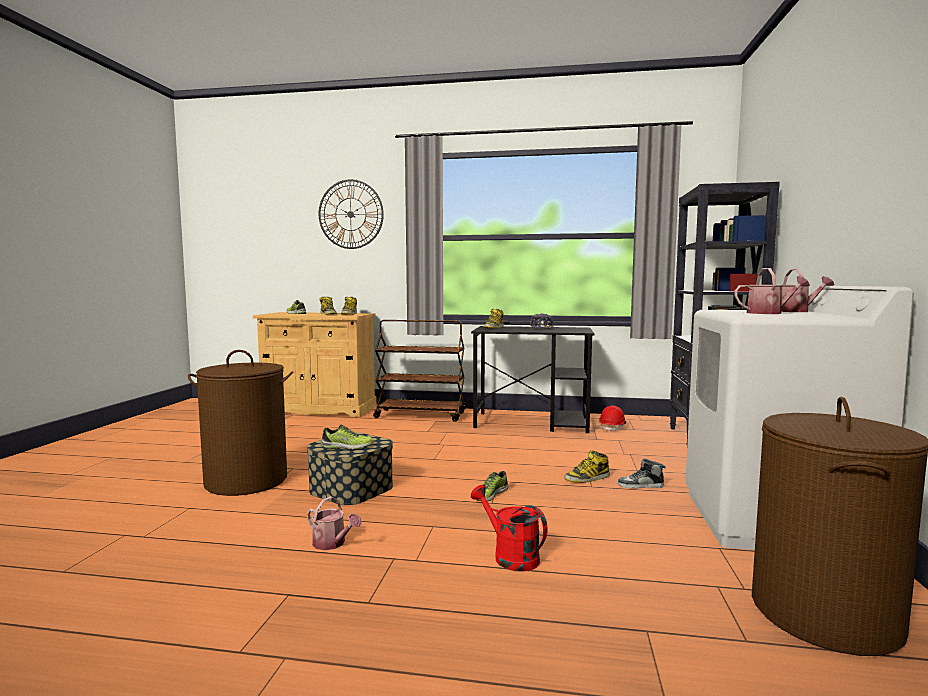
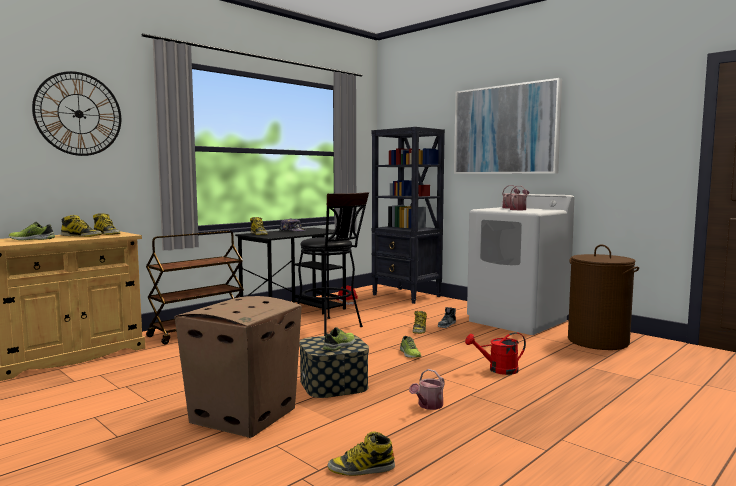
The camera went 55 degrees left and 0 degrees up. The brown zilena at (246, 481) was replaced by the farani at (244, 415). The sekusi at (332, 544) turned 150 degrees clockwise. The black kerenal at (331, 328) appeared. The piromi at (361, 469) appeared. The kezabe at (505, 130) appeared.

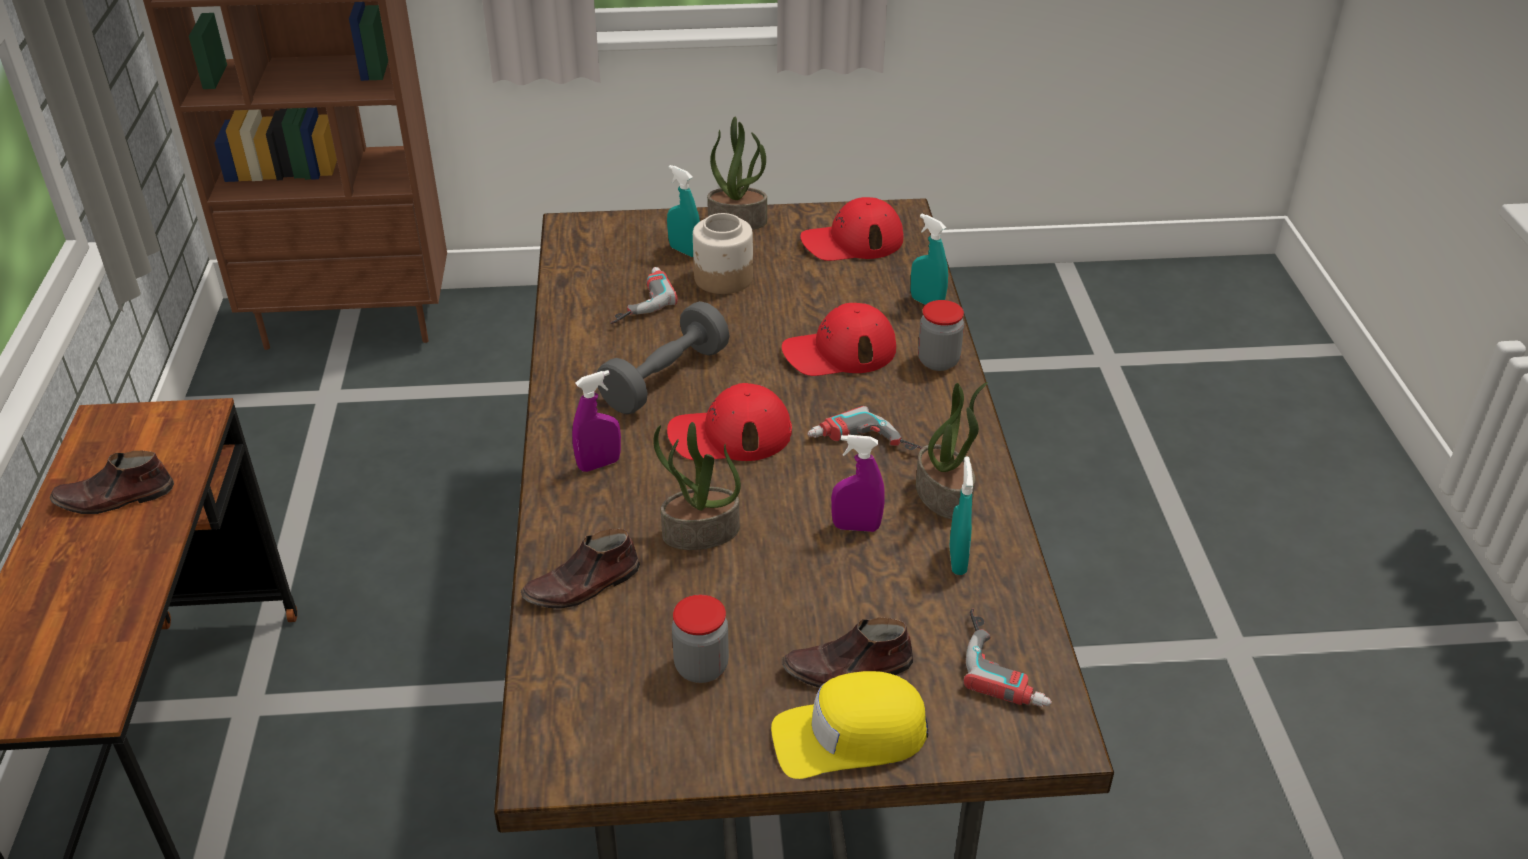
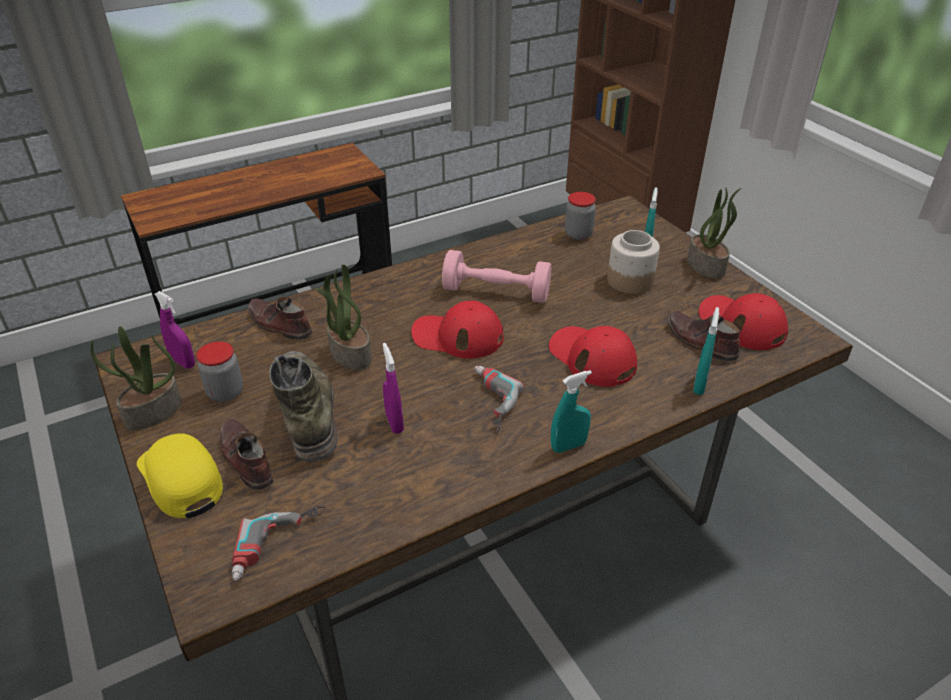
The camera went 65 degrees right and 0 degrees up. The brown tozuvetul moved from (115, 498) to (700, 342). The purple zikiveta moved from (599, 464) to (183, 362). The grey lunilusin at (665, 378) became the pink lunilusin at (496, 292). The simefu at (636, 300) disappeared. The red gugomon at (729, 434) turned 45 degrees counterclockwise. The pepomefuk moved from (945, 496) to (153, 413). The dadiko moved from (938, 361) to (578, 234). The turquoise zikiveta moved from (957, 560) to (568, 446). The green piromi at (306, 410) appeared.

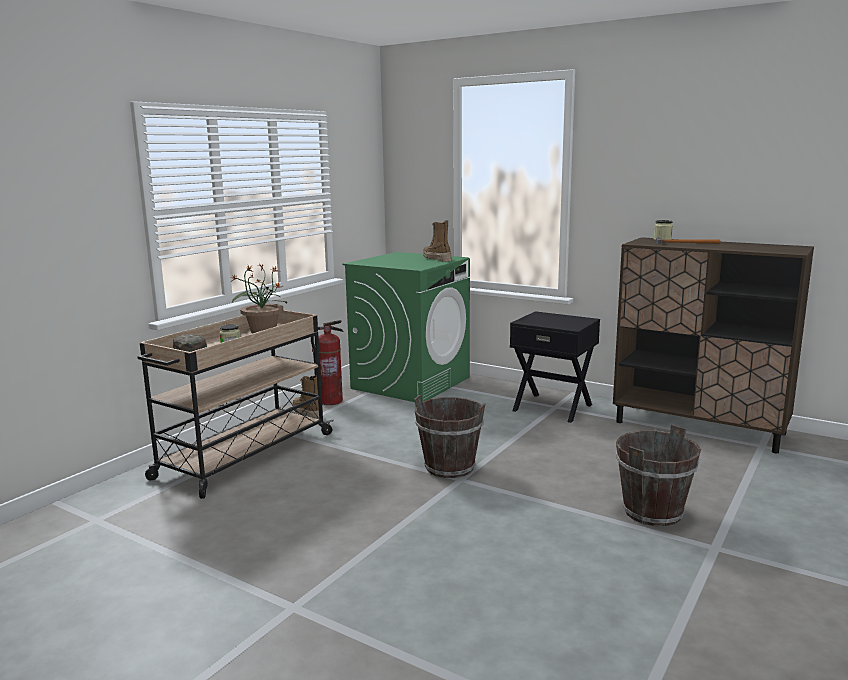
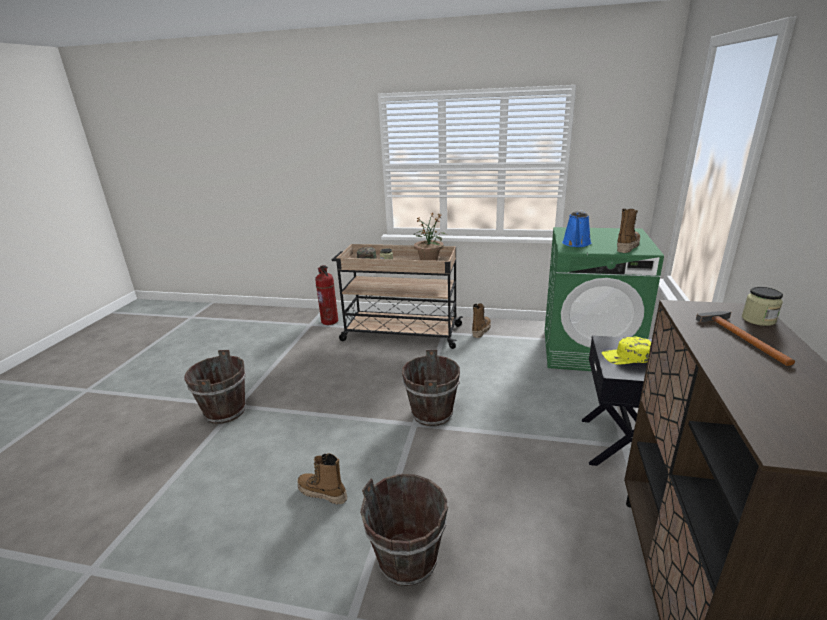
The camera went 70 degrees right and 10 degrees up. The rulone moved from (331, 401) to (329, 321). The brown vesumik at (225, 411) appeared. The piromi at (322, 493) appeared. The blue sekusi at (576, 244) appeared. The yellow gugomon at (627, 356) appeared.

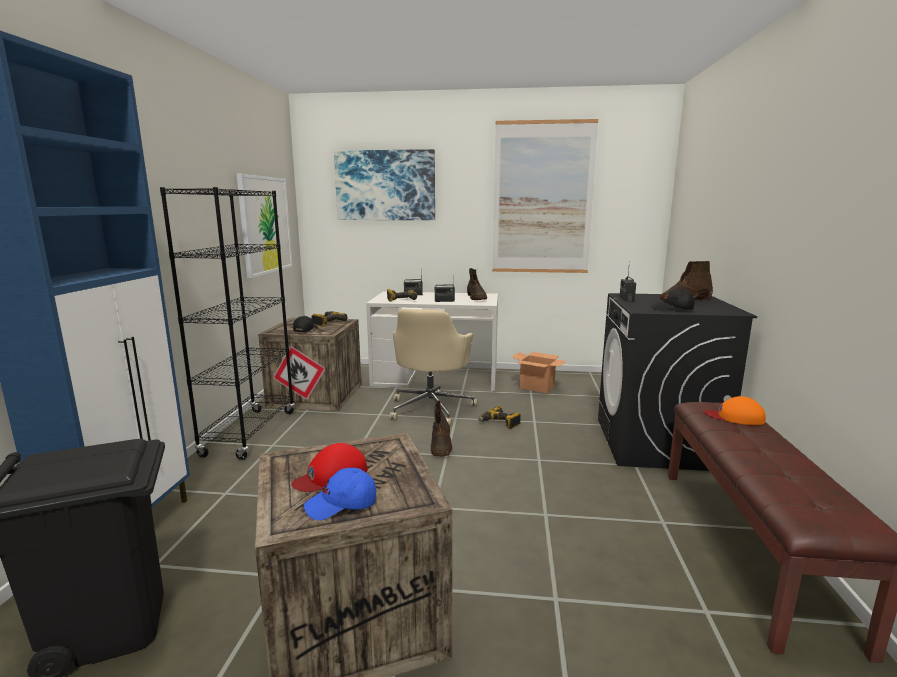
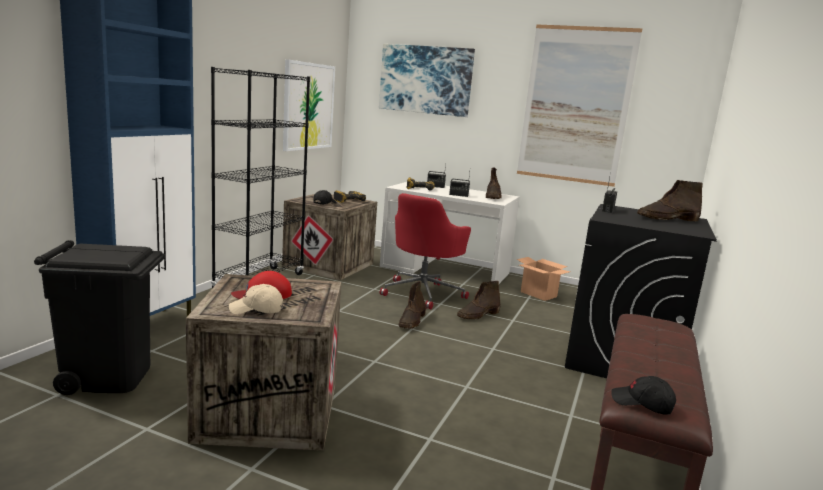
The camera went 15 degrees right and 0 degrees up. The blue gugomon at (342, 505) became the beige gugomon at (256, 310). The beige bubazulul at (431, 408) became the red bubazulul at (423, 293). The simefu at (499, 423) was replaced by the brown piromi at (478, 315). The black gugomon moved from (672, 309) to (642, 404). The orange gugomon at (735, 417) disappeared.

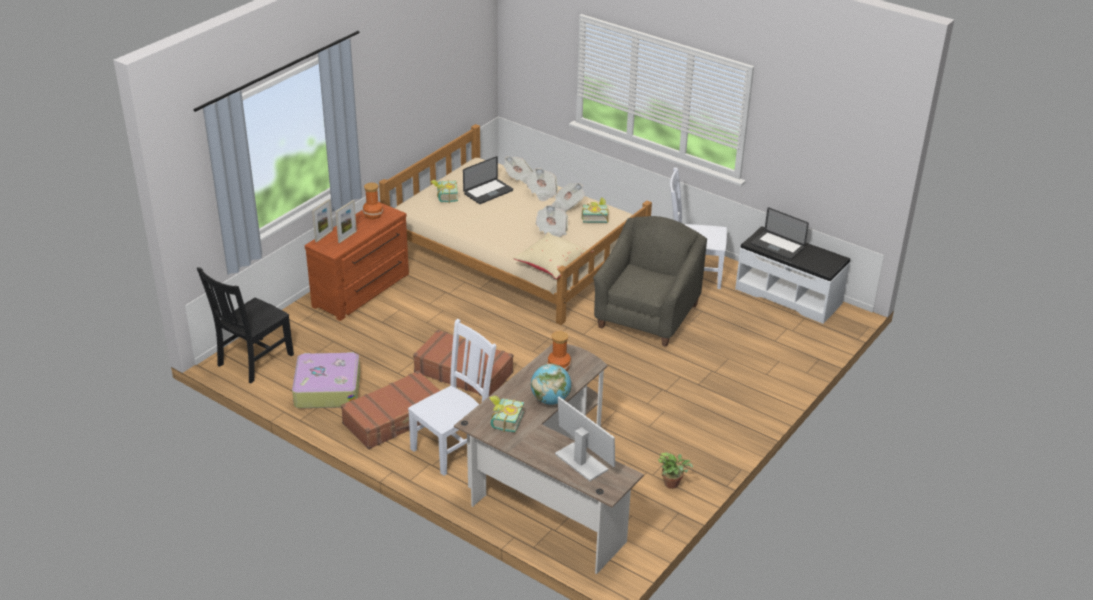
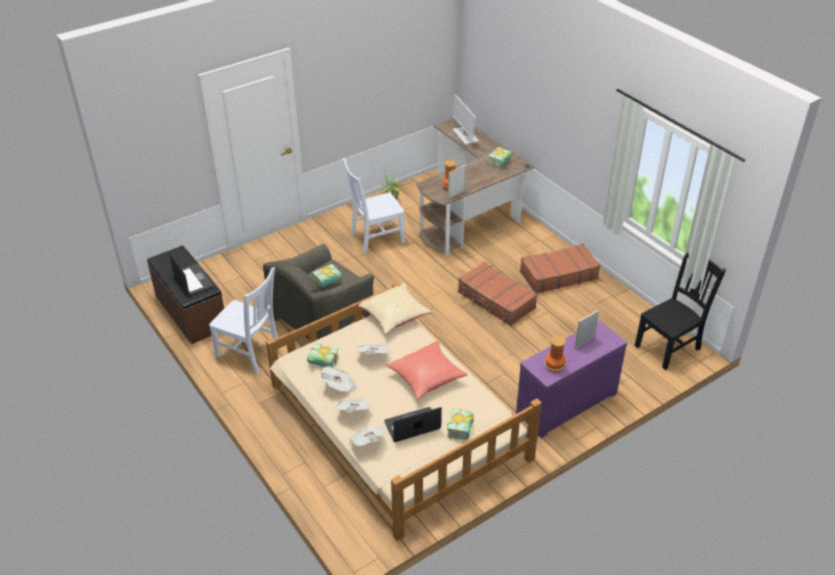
The camera went 160 degrees left and 5 degrees up. The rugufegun at (327, 388) disappeared. The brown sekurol at (363, 291) became the purple sekurol at (565, 402). The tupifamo moved from (324, 236) to (456, 194). The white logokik moved from (453, 447) to (375, 238). The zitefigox at (550, 400) disappeared. The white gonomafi at (788, 296) became the brown gonomafi at (190, 312). The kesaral at (329, 283) appeared. The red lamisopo at (427, 378) appeared.

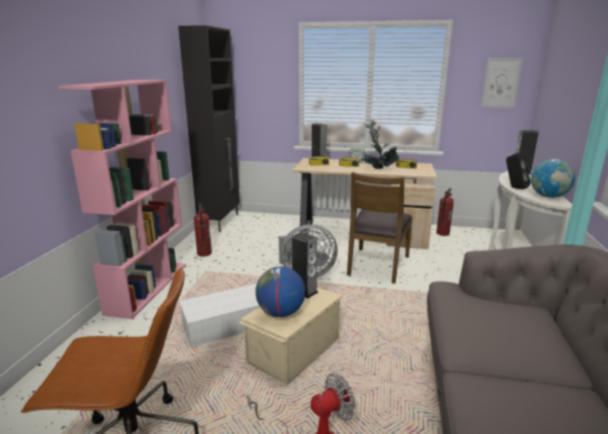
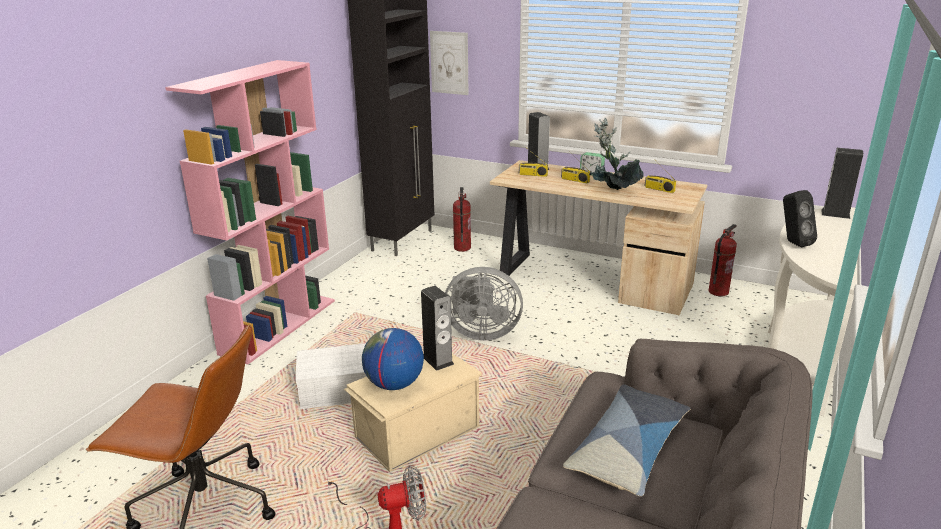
The camera went 15 degrees right and 5 degrees up. The rulone moved from (204, 253) to (462, 248). The brown logokik at (377, 265) disappeared. The kezabe moved from (501, 83) to (449, 63). The zitefigox at (548, 196) disappeared. The lamisopo at (629, 449) appeared.

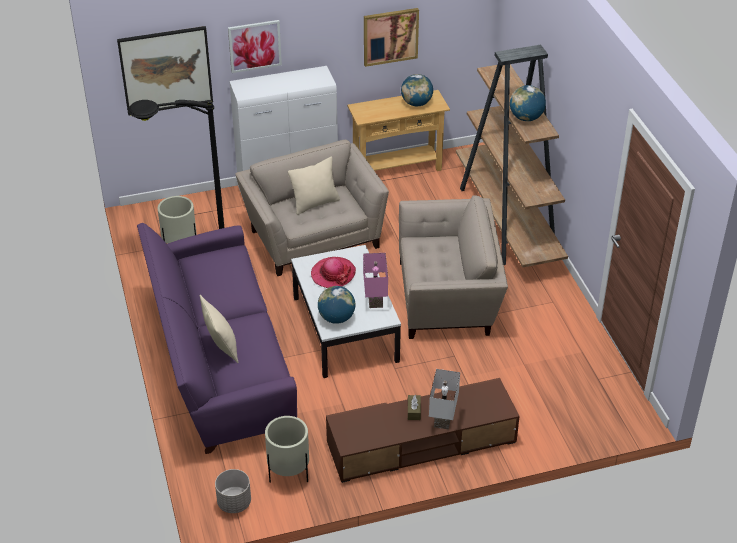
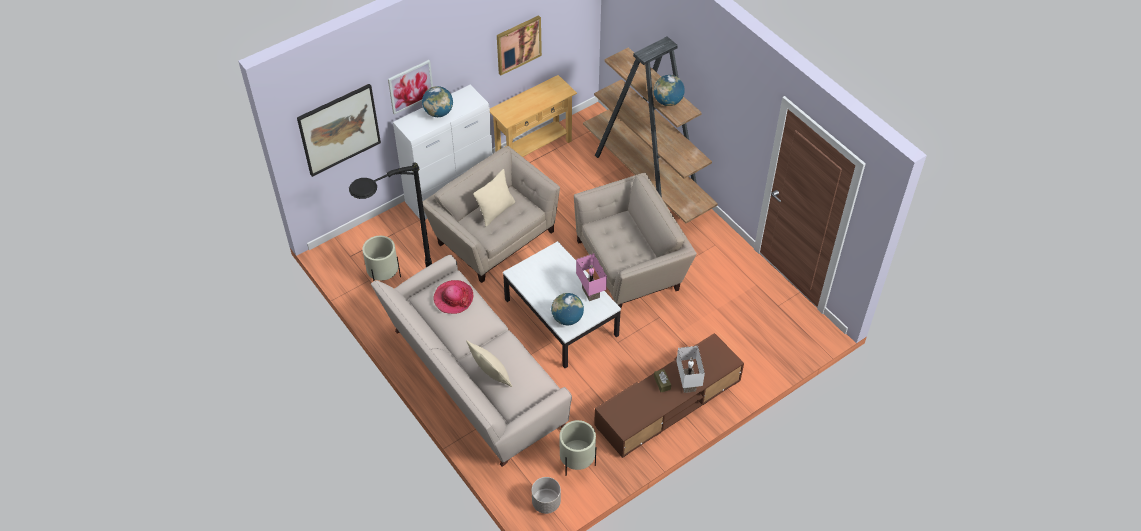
The camera went 20 degrees left and 10 degrees up. The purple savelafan at (219, 364) became the beige savelafan at (473, 380). The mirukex moved from (333, 274) to (453, 298). The zitefigox moved from (416, 103) to (438, 113).

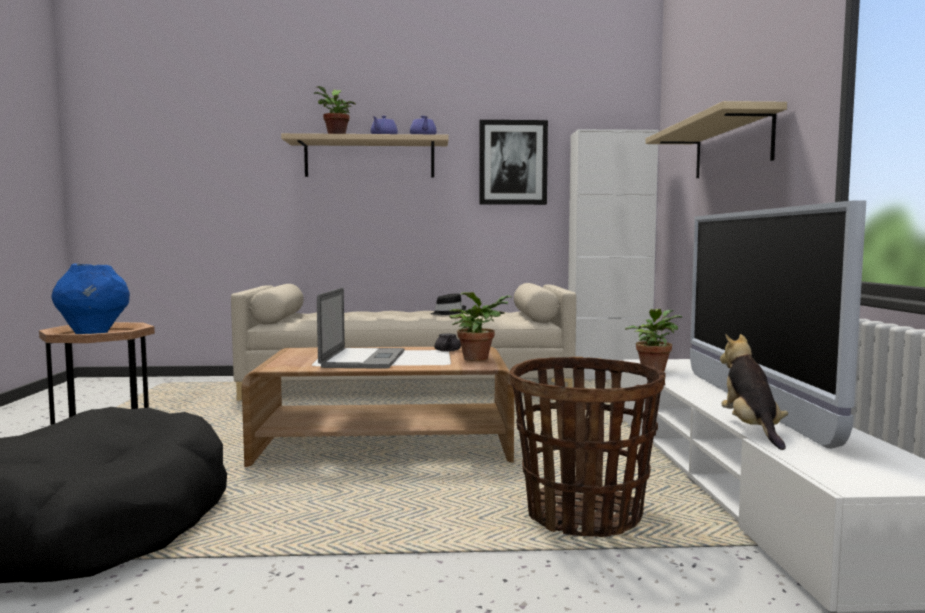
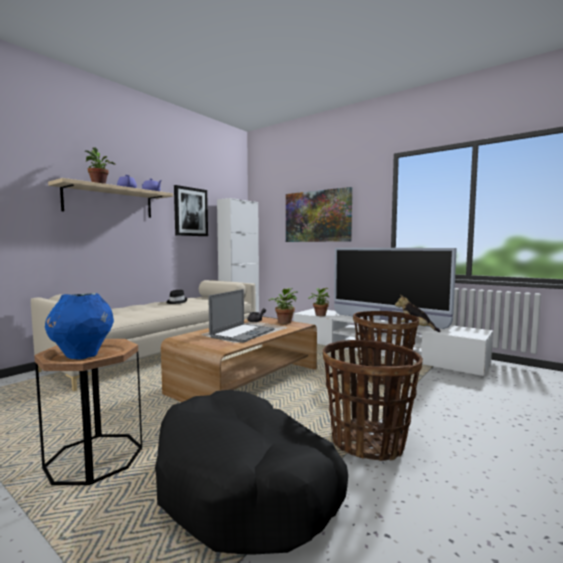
The camera went 50 degrees left and 0 degrees up. The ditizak at (363, 359) turned 75 degrees clockwise. The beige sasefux at (732, 146) was replaced by the kezabe at (317, 216). The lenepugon at (368, 442) appeared.

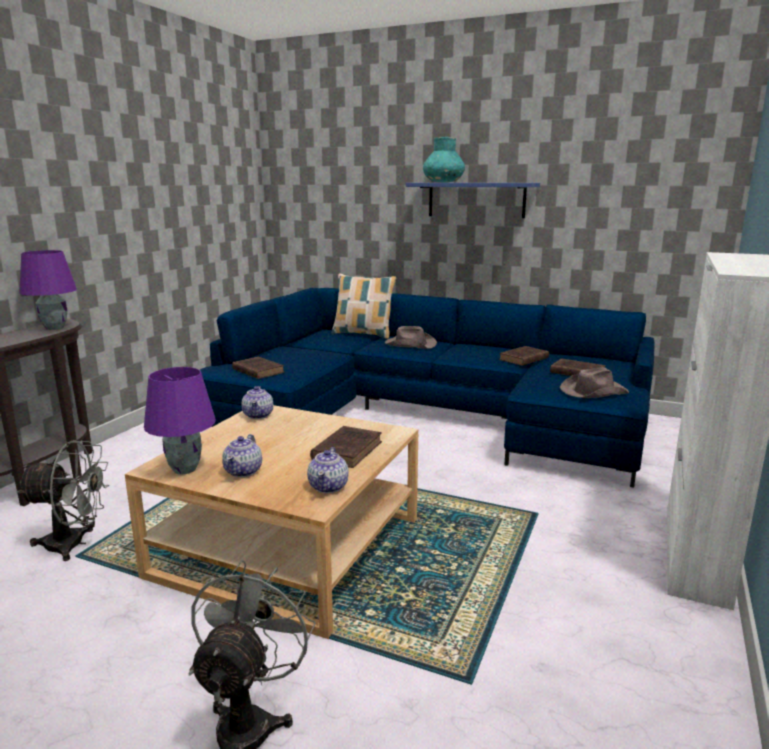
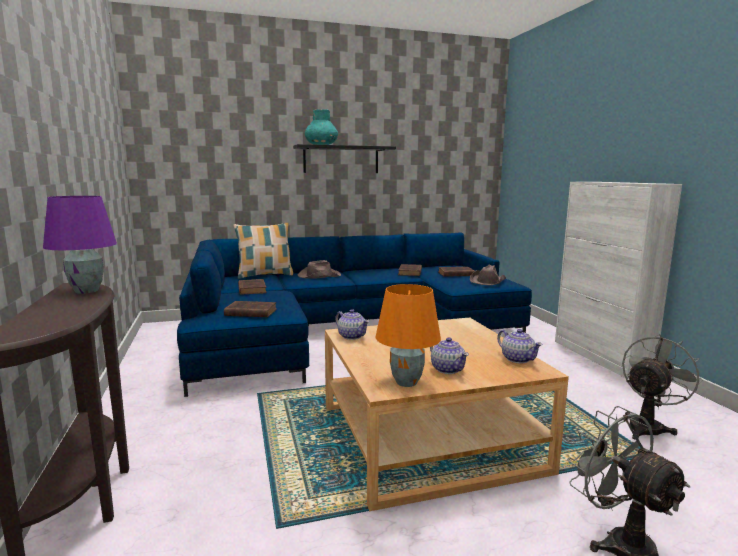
The camera went 40 degrees left and 5 degrees down. The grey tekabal moved from (74, 544) to (648, 426). The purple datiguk at (185, 469) became the orange datiguk at (407, 382). The brown kesaral moved from (348, 450) to (252, 289). The blue sasefux at (476, 200) became the black sasefux at (341, 159).

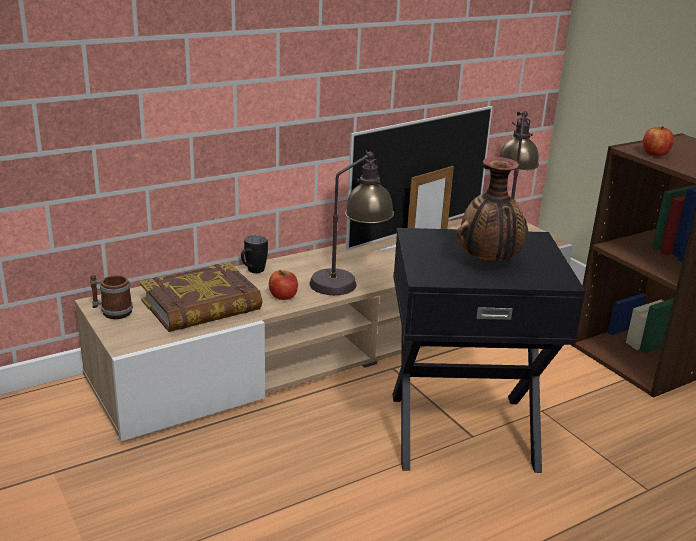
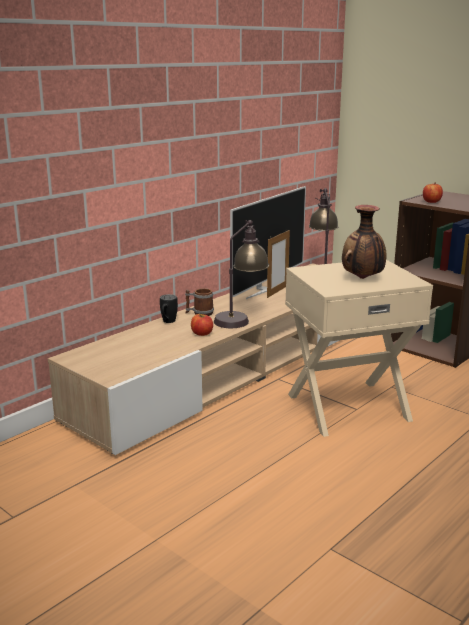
The camera went 15 degrees left and 5 degrees down. The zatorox moved from (111, 311) to (199, 313). The kesaral at (202, 306) disappeared. The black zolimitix at (462, 429) became the beige zolimitix at (347, 406).

